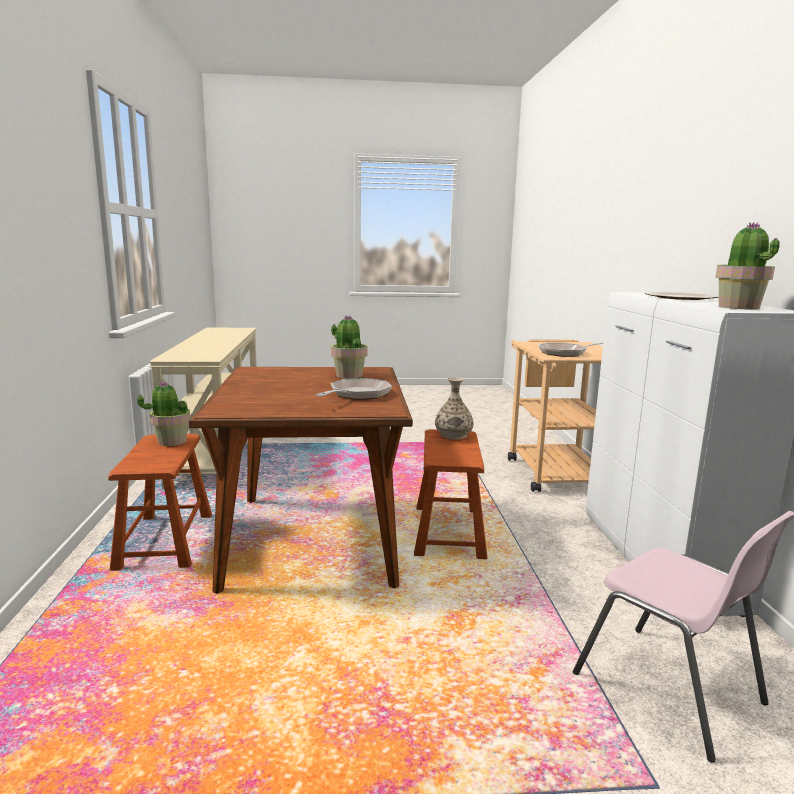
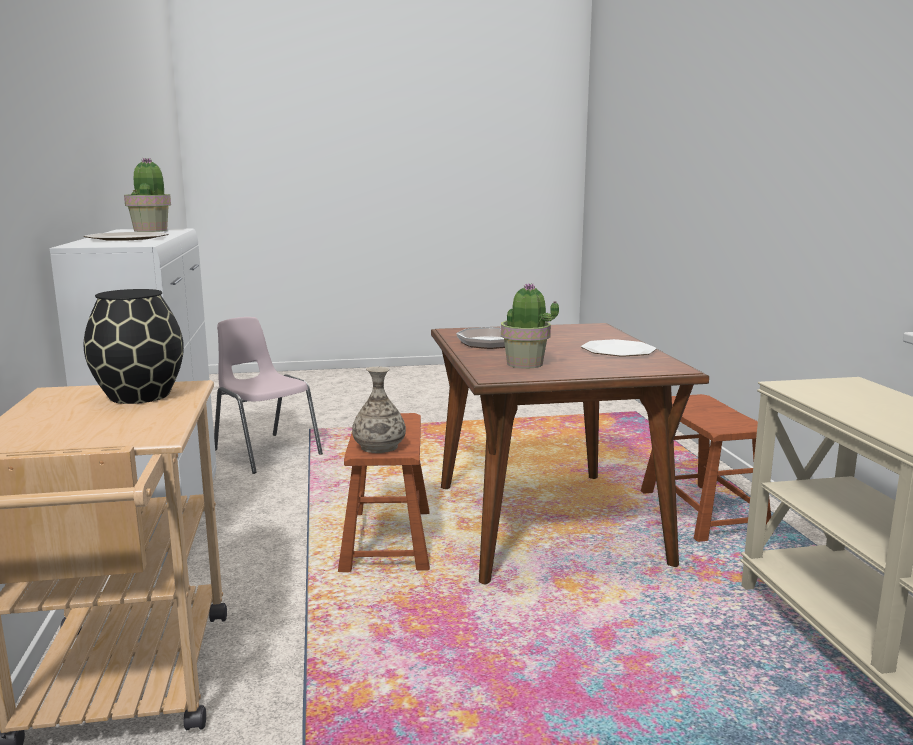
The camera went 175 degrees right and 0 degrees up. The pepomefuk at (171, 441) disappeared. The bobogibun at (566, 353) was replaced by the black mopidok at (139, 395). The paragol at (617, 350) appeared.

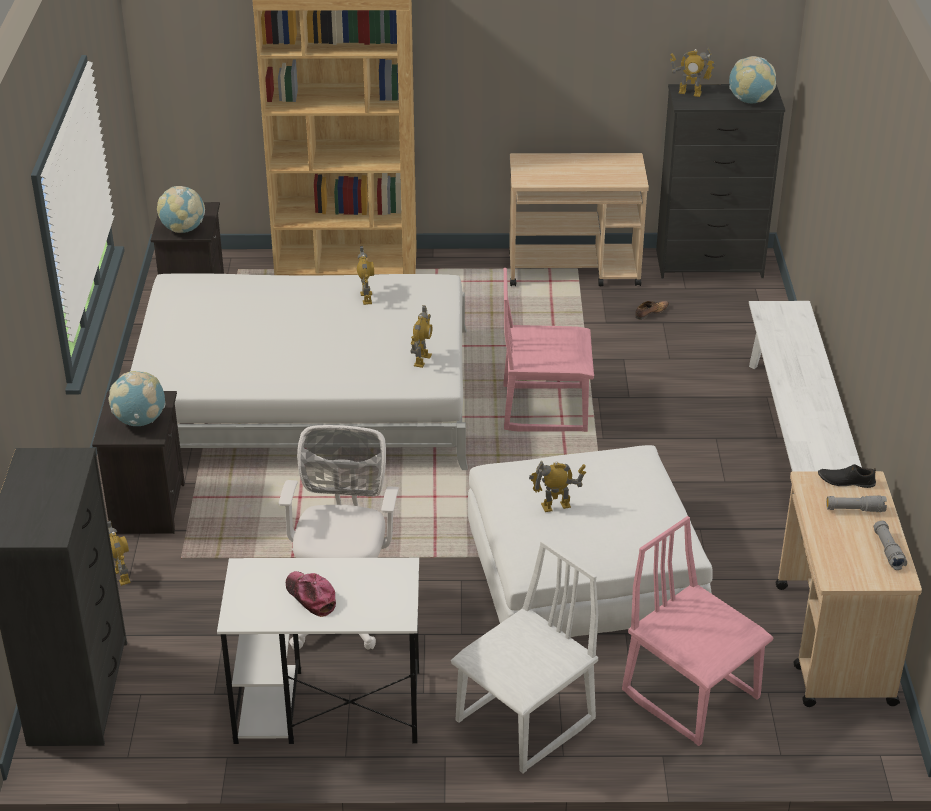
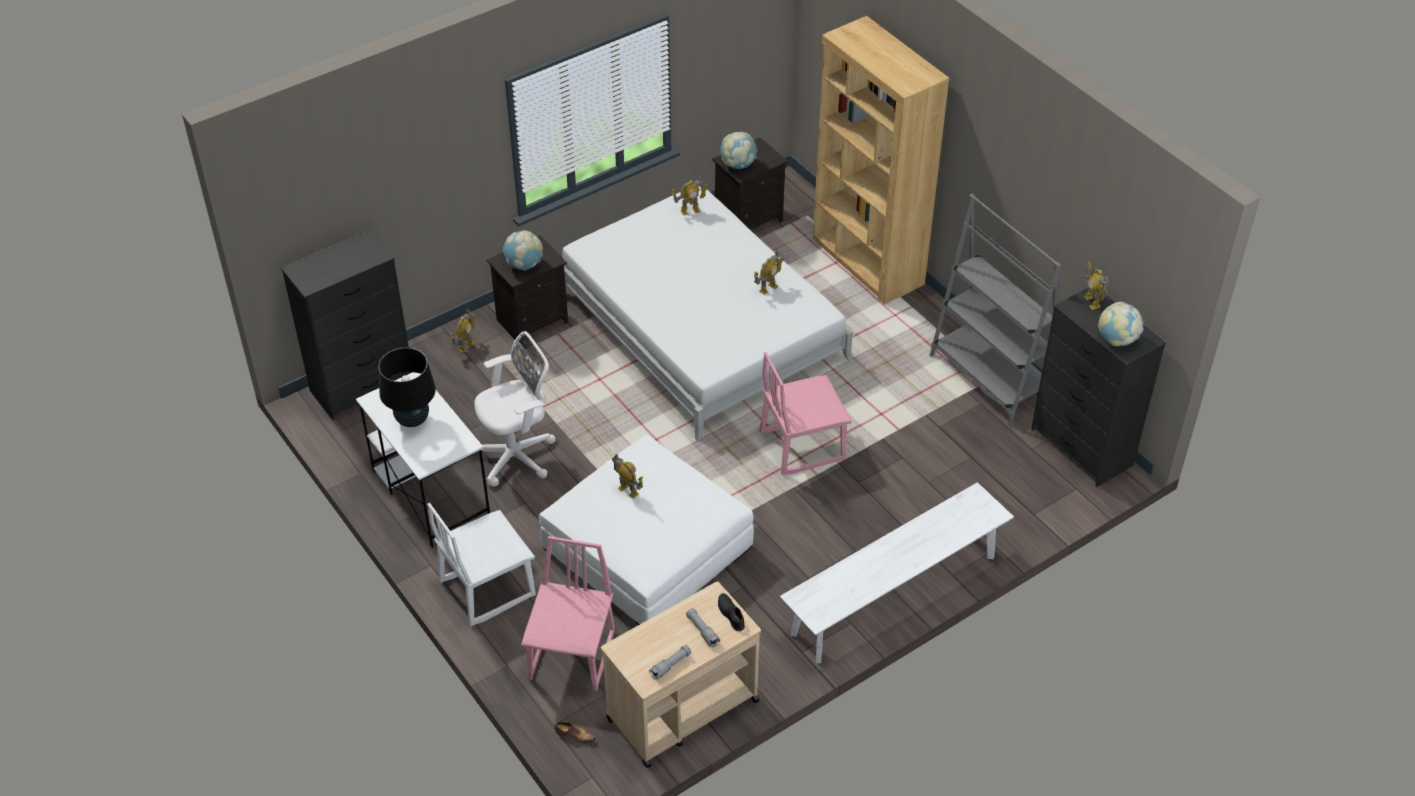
The camera went 55 degrees right and 10 degrees up. The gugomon at (311, 596) was replaced by the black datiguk at (412, 420). The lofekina moved from (422, 360) to (690, 211). The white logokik at (526, 722) turned 135 degrees clockwise. The pink logokik at (544, 408) turned 75 degrees counterclockwise. The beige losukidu at (574, 269) was replaced by the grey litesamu at (990, 377). The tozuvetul moved from (650, 313) to (574, 735).

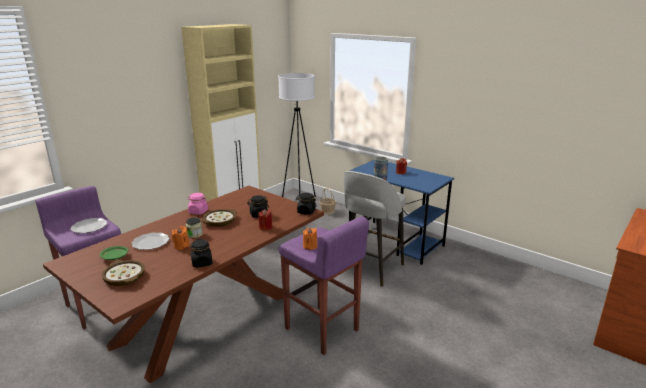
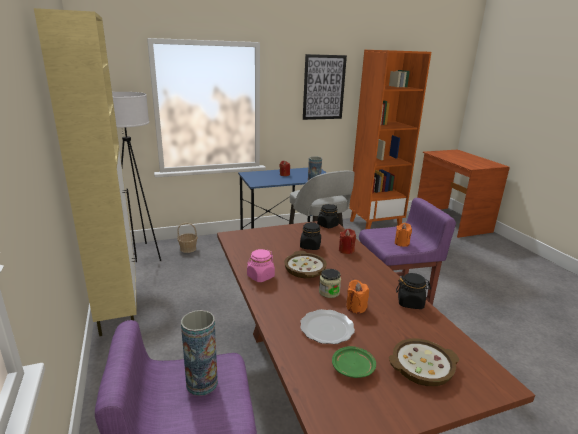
The camera went 60 degrees left and 0 degrees up. The paragol at (89, 227) was replaced by the mopidok at (202, 383). The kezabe at (324, 87) appeared. The orange litesamu at (375, 224) appeared.

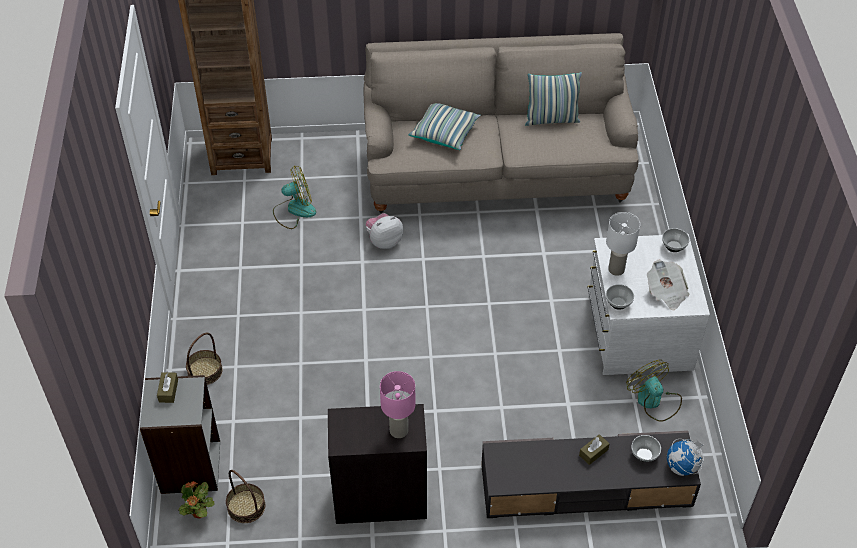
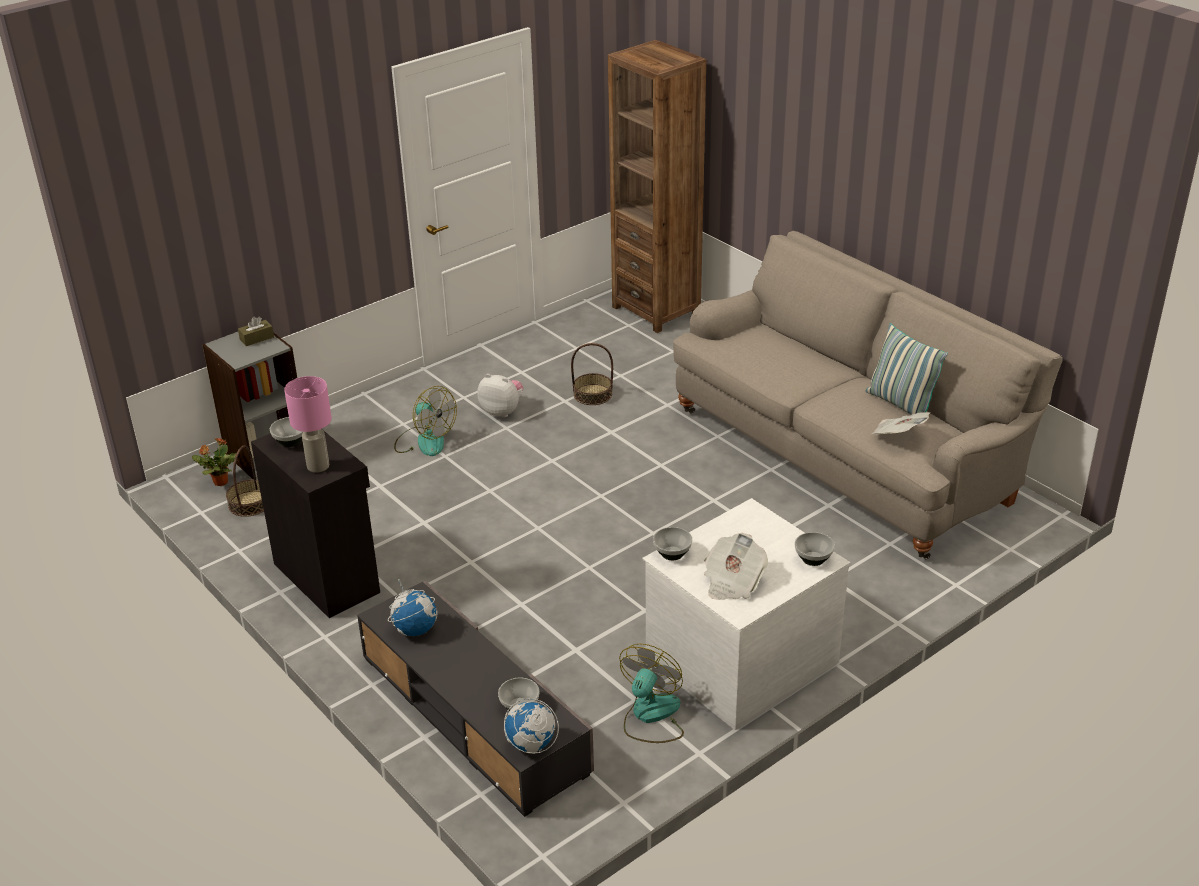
The camera went 55 degrees right and 15 degrees down. The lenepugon moved from (205, 371) to (592, 395). The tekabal moved from (294, 210) to (424, 441). The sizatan moved from (384, 241) to (502, 411). The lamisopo at (444, 132) disappeared. The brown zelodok at (593, 452) disappeared. The white datiguk at (616, 269) disappeared. The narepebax at (290, 441) appeared. The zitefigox at (415, 629) appeared. The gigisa at (898, 435) appeared.

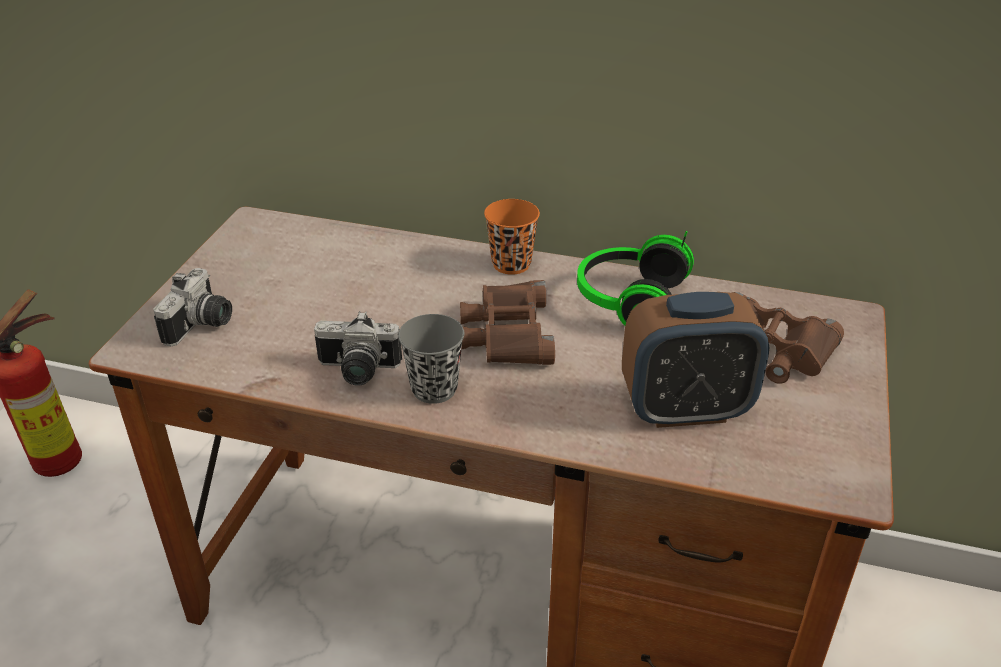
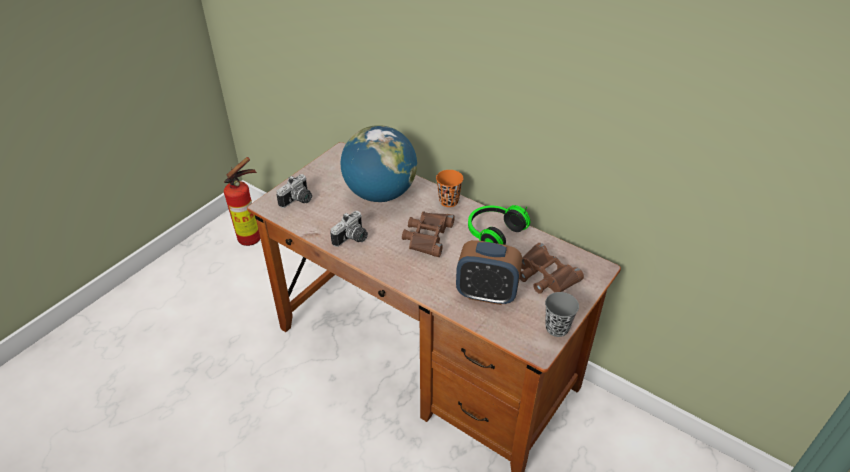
The camera went 20 degrees right and 5 degrees up. The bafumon at (357, 371) turned 75 degrees counterclockwise. The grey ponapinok moved from (434, 389) to (557, 328). The zitefigox at (380, 194) appeared.

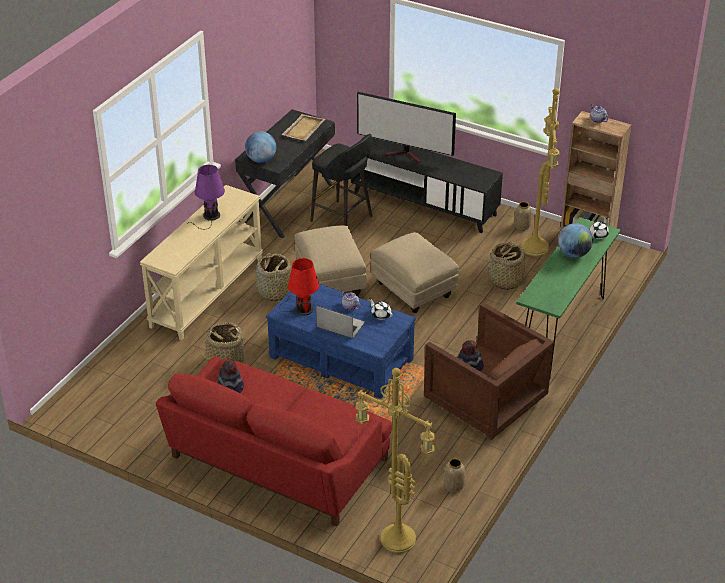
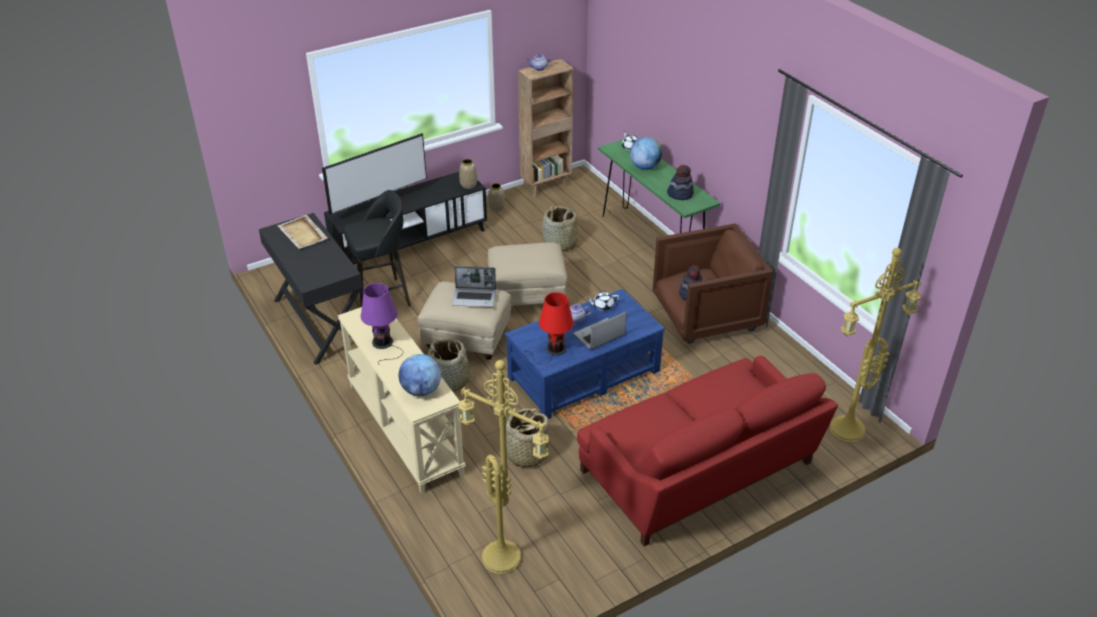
The camera went 60 degrees left and 0 degrees up. The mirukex moved from (230, 388) to (680, 194). The zitefigox moved from (261, 160) to (421, 390). The mopidok moved from (454, 486) to (468, 185). The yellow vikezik moved from (536, 248) to (504, 557). The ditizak at (474, 298) appeared.

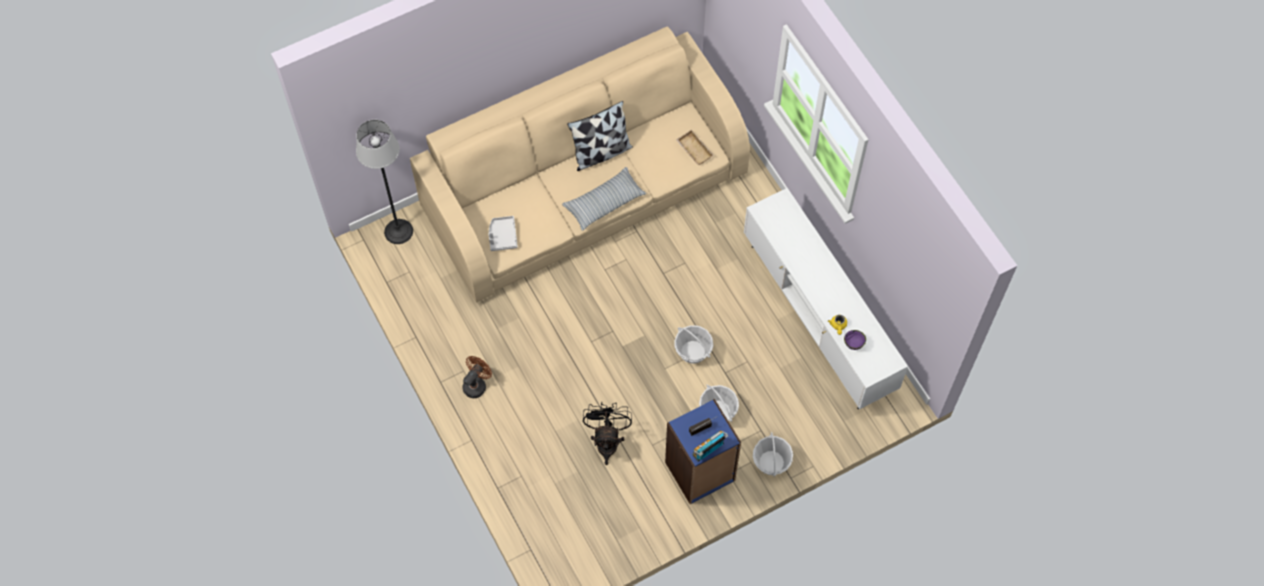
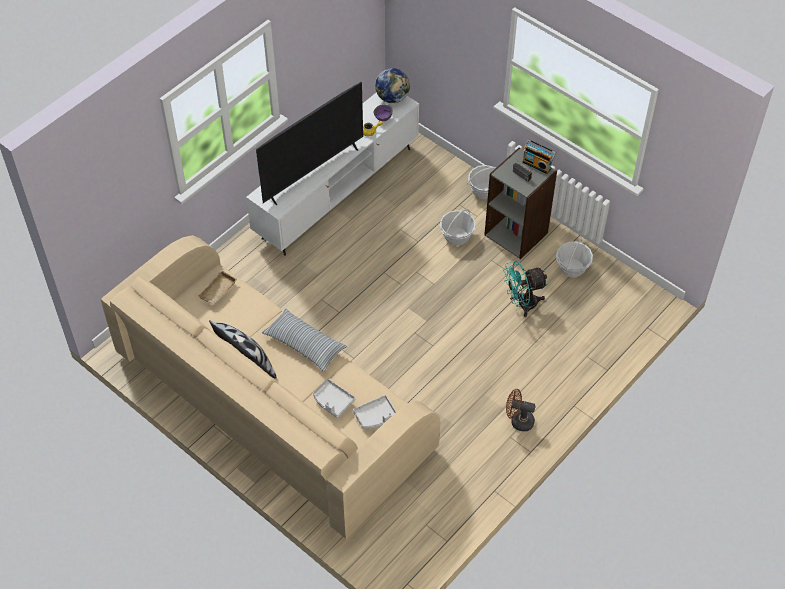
The camera went 110 degrees left and 10 degrees down. The vikezik at (399, 231) disappeared. The black tekabal at (607, 441) became the turquoise tekabal at (522, 304). The blue litesamu at (700, 472) became the grey litesamu at (516, 233). The lenepugon moved from (693, 351) to (572, 268). The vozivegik at (313, 173) appeared. The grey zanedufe at (332, 401) appeared. The zitefigox at (392, 97) appeared.

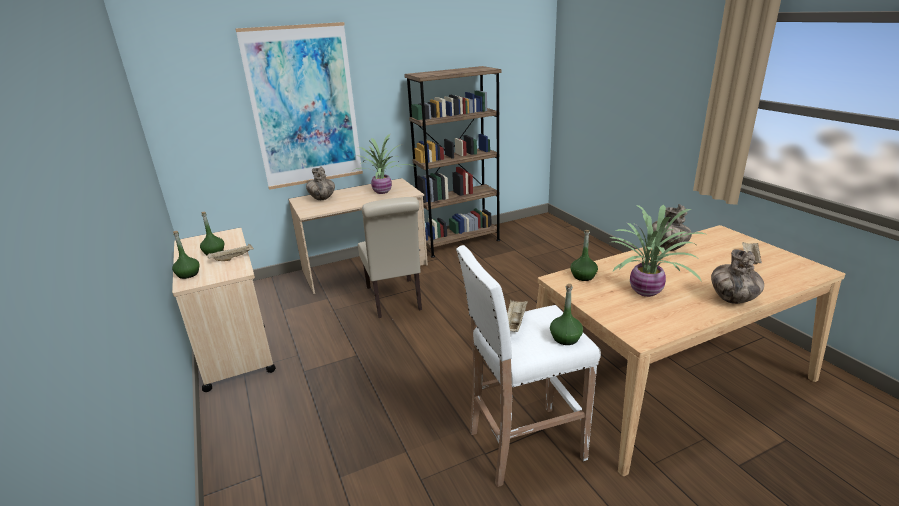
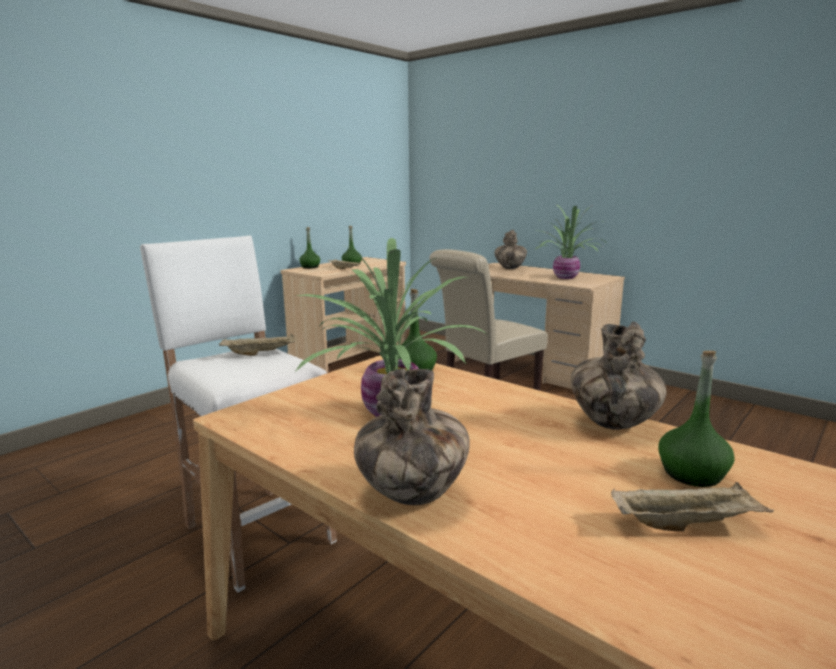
The camera went 65 degrees right and 10 degrees down. The kezabe at (304, 107) disappeared. The brown litesamu at (459, 242) disappeared. The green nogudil moved from (565, 338) to (691, 474).

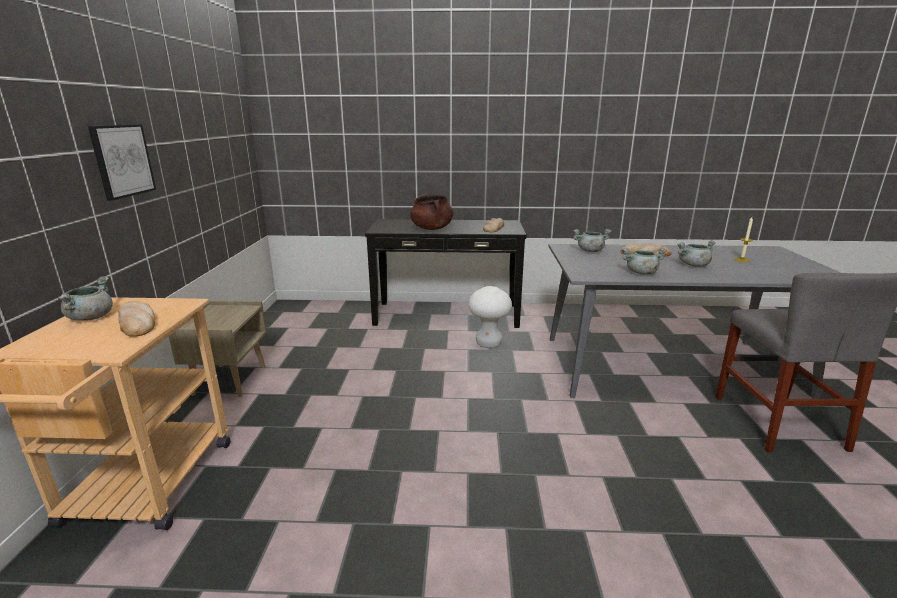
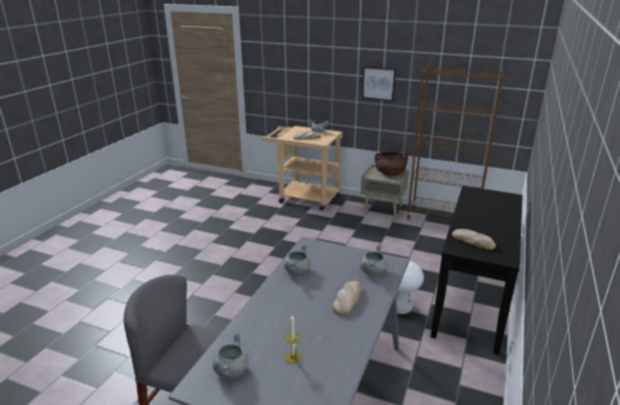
The camera went 110 degrees right and 5 degrees up. The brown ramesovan moved from (432, 228) to (390, 173). The grey ramesovan moved from (693, 265) to (231, 370). The brown litesamu at (442, 219) appeared.

